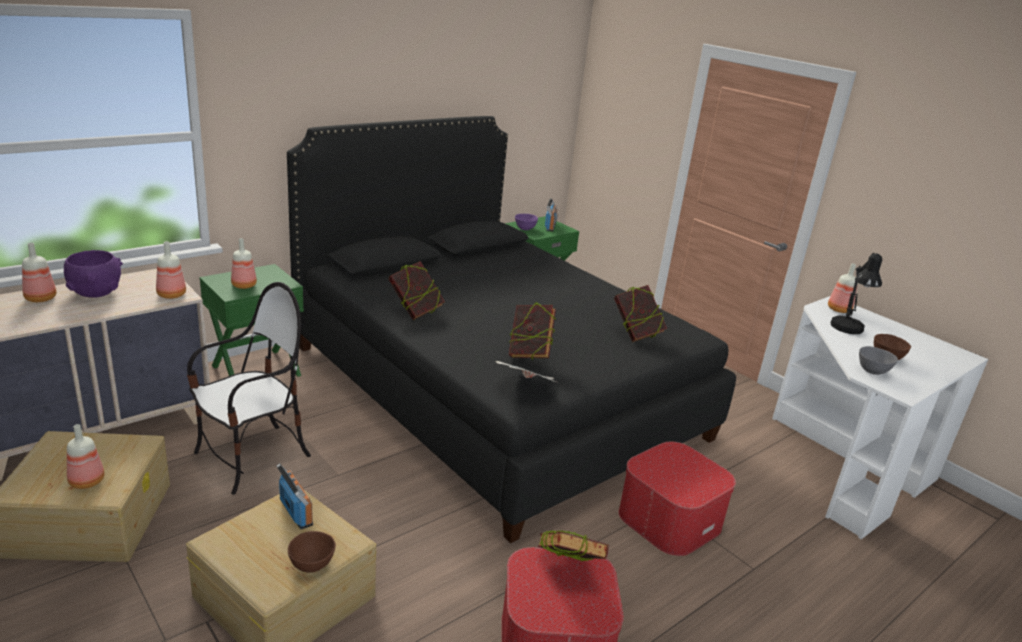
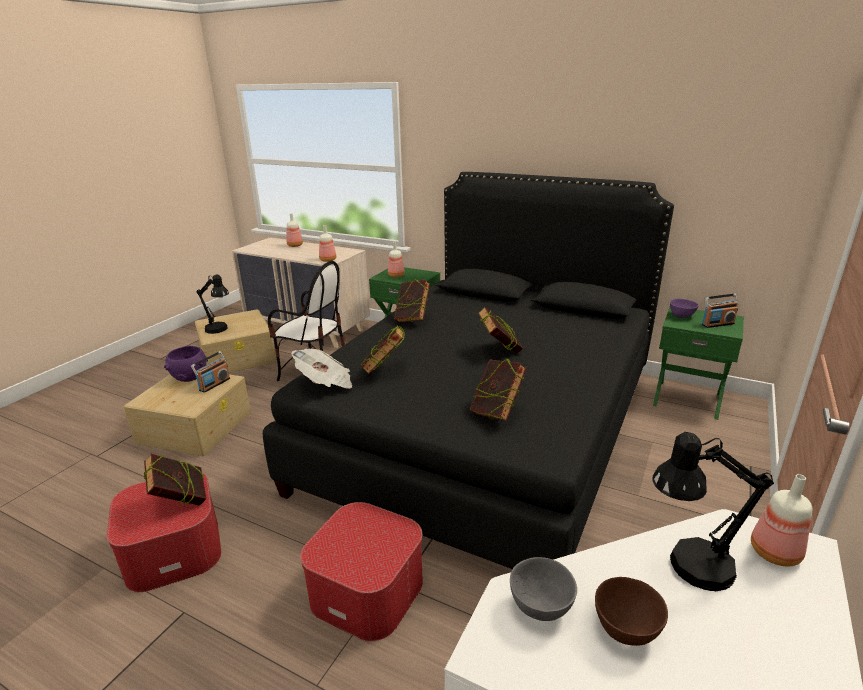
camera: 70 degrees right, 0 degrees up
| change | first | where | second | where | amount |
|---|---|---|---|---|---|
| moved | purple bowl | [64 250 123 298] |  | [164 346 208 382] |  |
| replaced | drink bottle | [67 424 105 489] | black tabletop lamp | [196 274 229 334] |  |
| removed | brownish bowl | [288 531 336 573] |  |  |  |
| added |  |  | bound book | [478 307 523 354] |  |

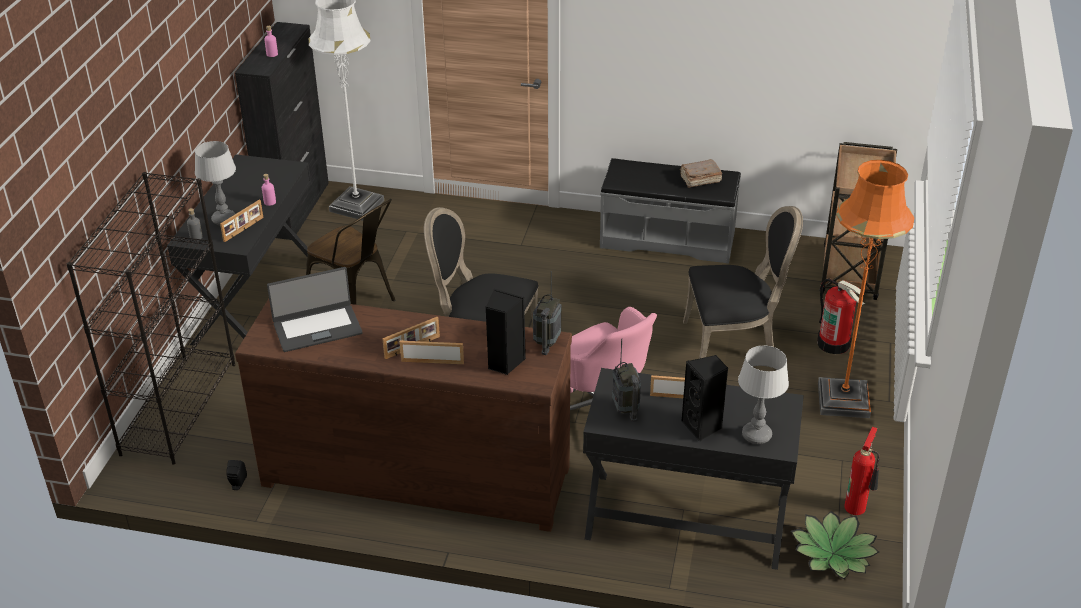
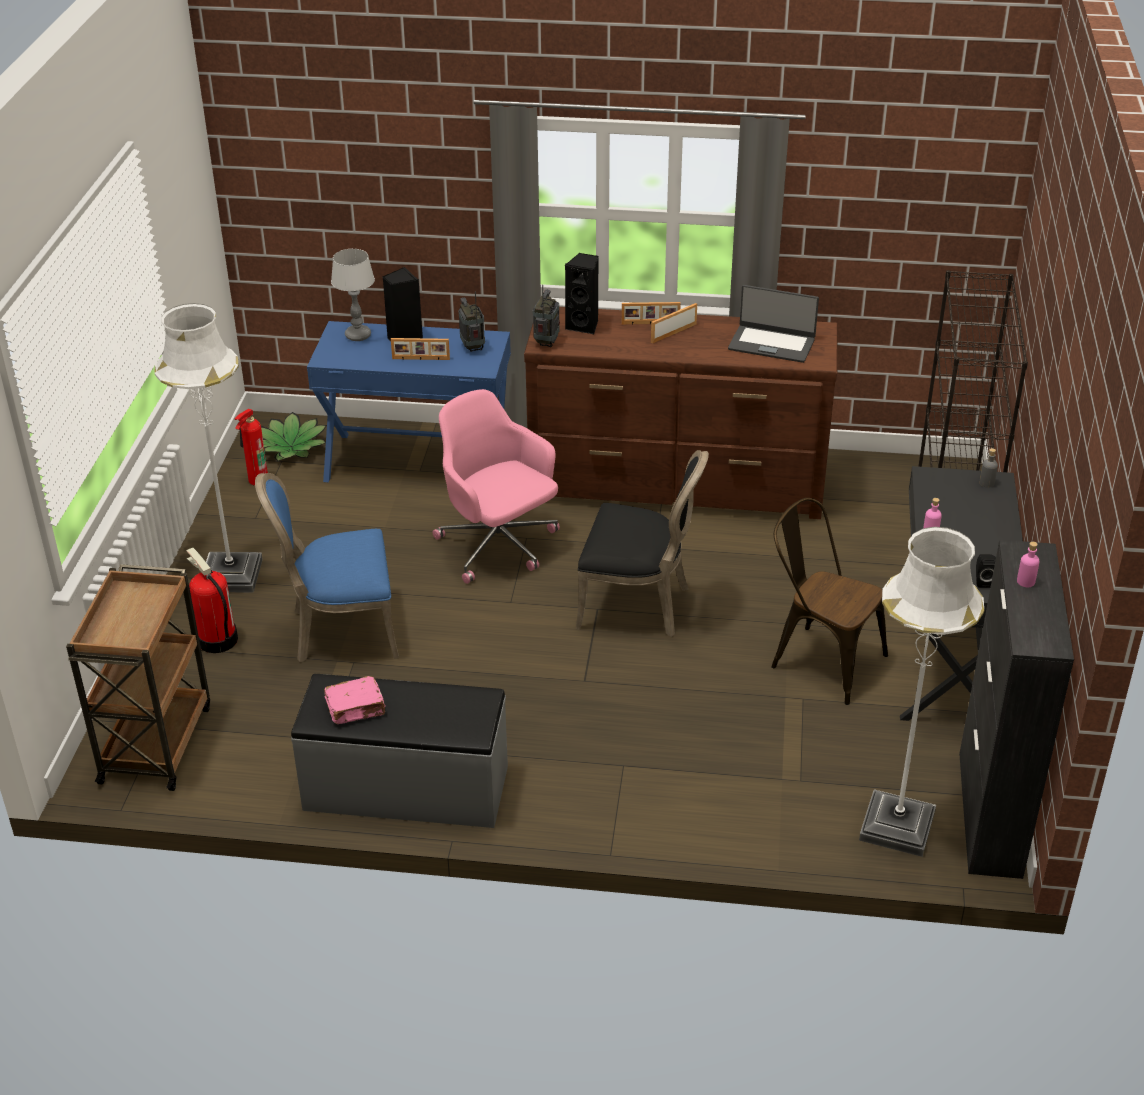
camera: 175 degrees right, 0 degrees up
| change | first | where | second | where | amount |
|---|---|---|---|---|---|
| removed | tabletop lamp | [195 141 236 225] |  |  |  |
| recoloured | brownish bound book | [680 159 722 188] | pinkish bound book | [324 676 386 724] |  |
| recoloured | orange floor lamp | [818 160 915 418] | whitish floor lamp | [155 303 263 593] |  |
| removed | photo frame | [220 200 263 242] |  |  |  |
| recoloured | black plain chair | [683 206 803 359] | blue plain chair | [255 473 399 663] |  |
| turned | notebook computer | [267 267 363 352] |  | [728 285 819 363] | 135 degrees counterclockwise |
| recoloured | black desk | [583 368 804 570] | blue desk | [307 321 511 482] |  |
| moved | black loudspeaker | [226 460 247 490] |  | [976 554 996 588] |  |

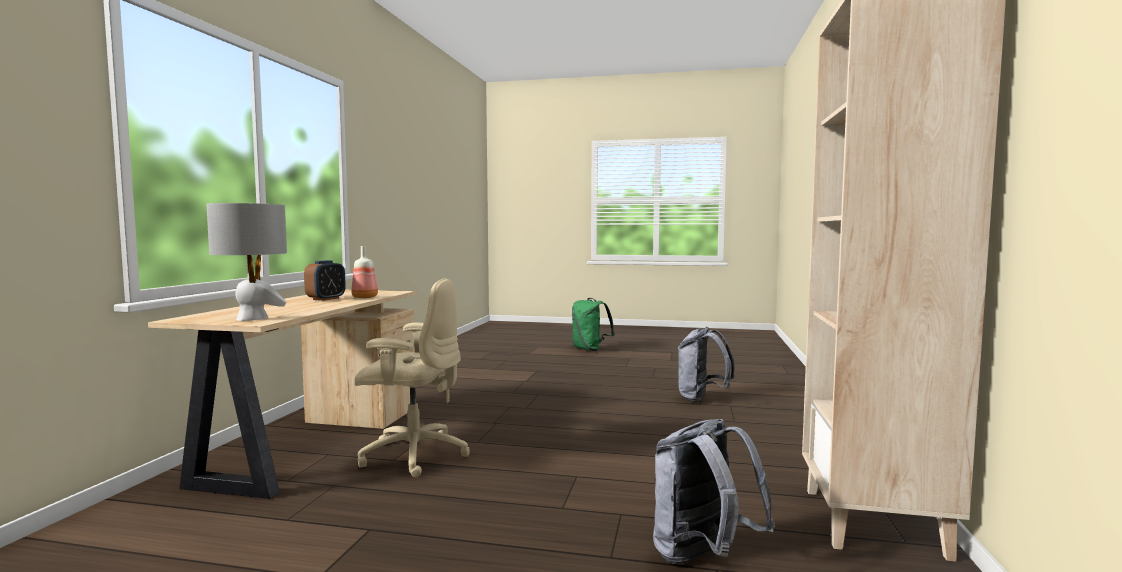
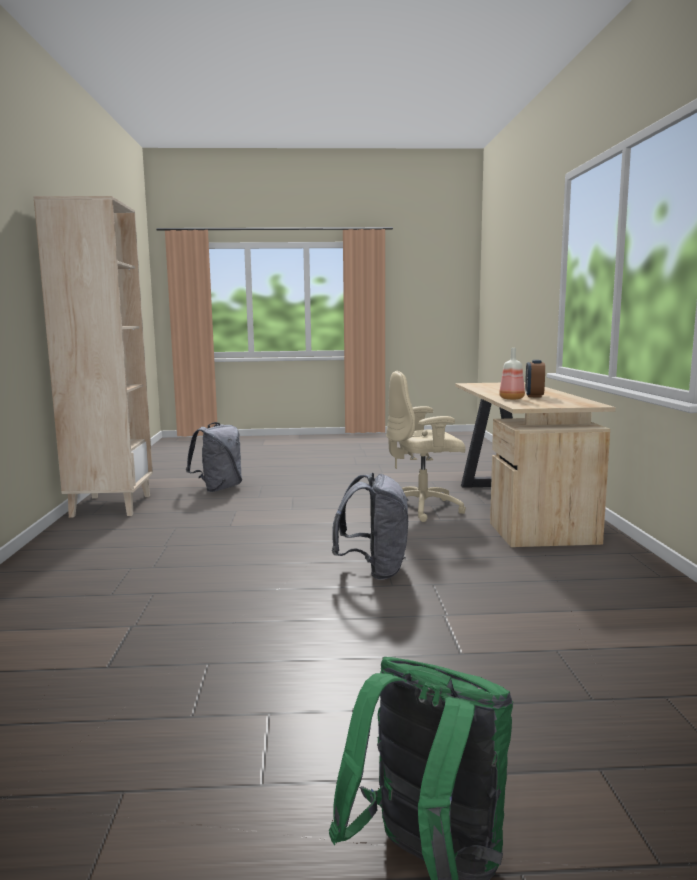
camera: 165 degrees right, 5 degrees up
| change | first | where | second | where | amount |
|---|---|---|---|---|---|
| removed | grey tabletop lamp | [206 203 287 321] |  |  |  |
| moved | grey rucksack | [678 327 734 402] |  | [332 473 408 580] |  |

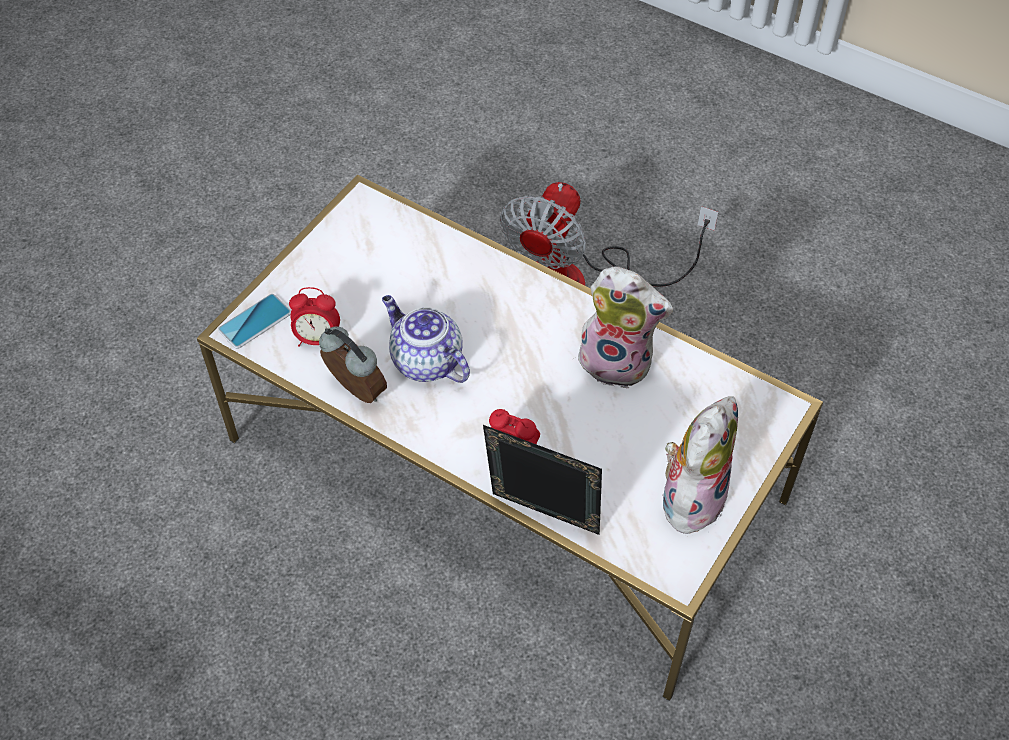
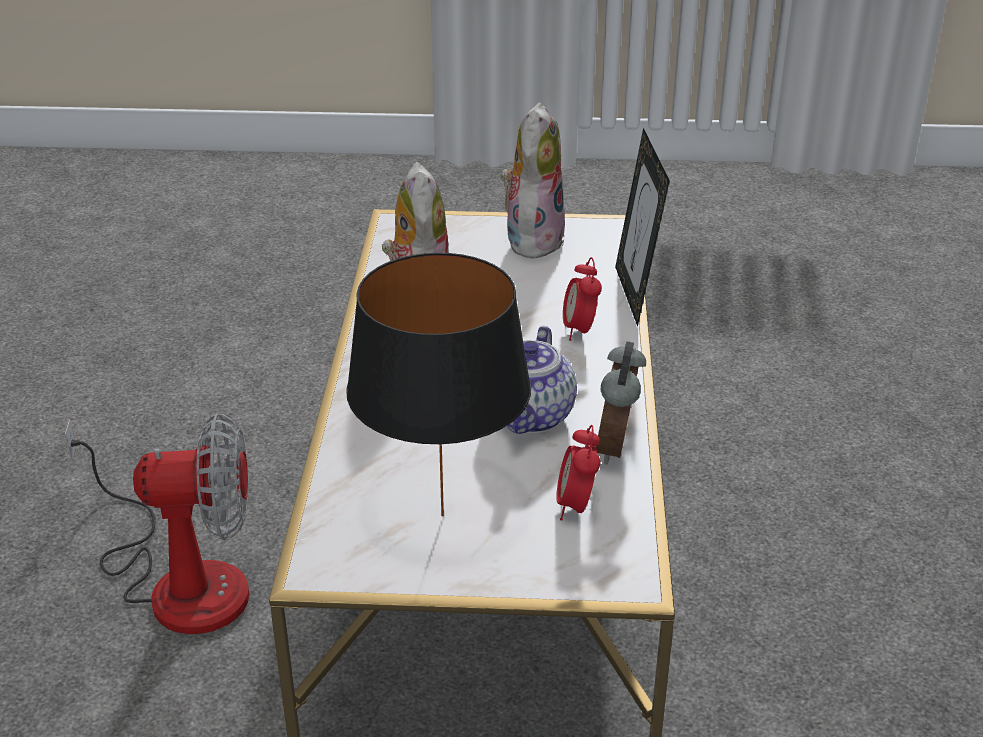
camera: 120 degrees left, 20 degrees down
| change | first | where | second | where | amount |
|---|---|---|---|---|---|
| turned | table clock | [289 287 340 347] |  | [556 425 600 521] | 150 degrees counterclockwise |
| removed | telephone | [218 294 291 349] |  |  |  |
| turned | soft toy | [663 396 738 541] |  | [500 102 565 259] | 105 degrees clockwise |
| added |  |  | black tabletop lamp | [346 253 531 516] |  |

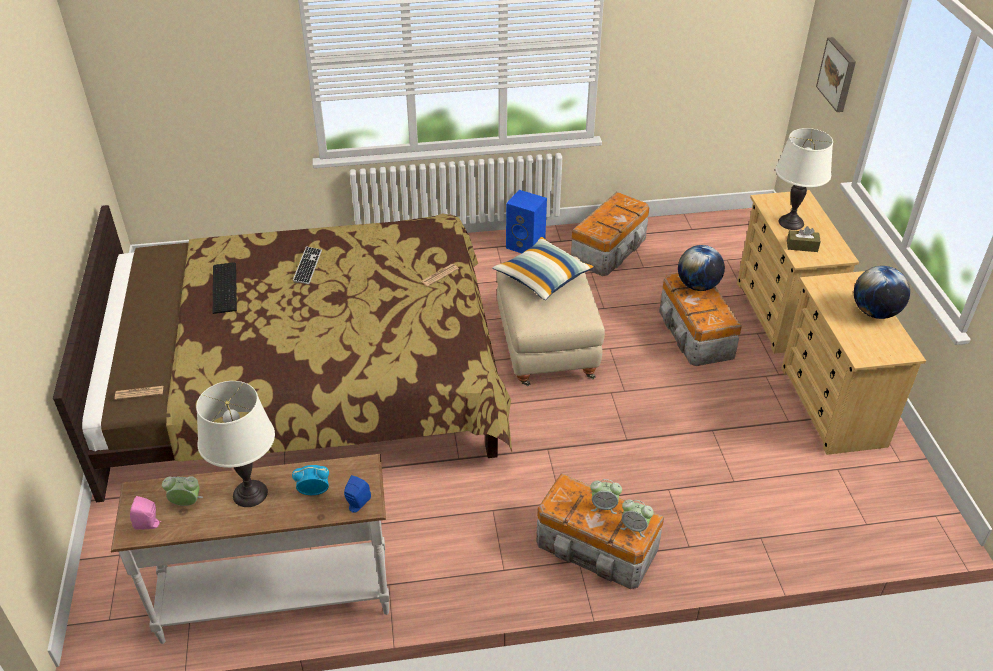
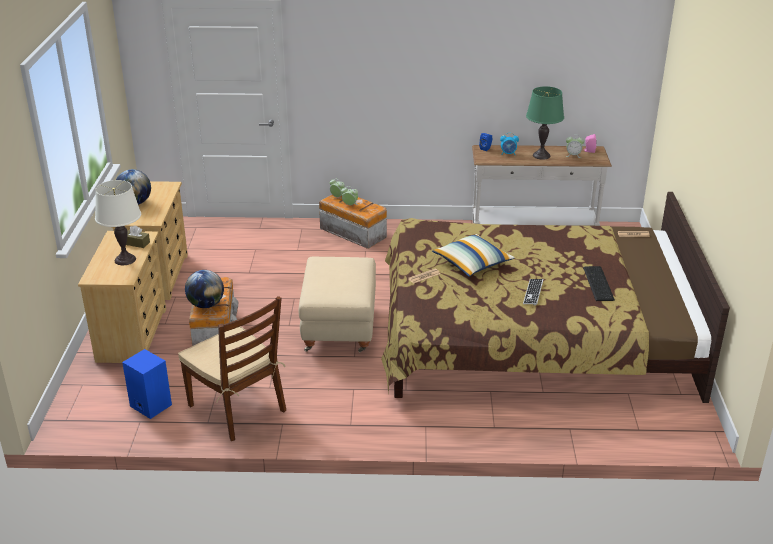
camera: 170 degrees left, 10 degrees down
| change | first | where | second | where | amount |
|---|---|---|---|---|---|
| removed | picture | [816 37 856 112] |  |  |  |
| moved | blue loudspeaker | [506 190 547 253] |  | [122 349 172 419] |  |
| replaced | storage bin | [571 192 649 276] | brownish plain chair | [178 296 286 441] |  |
| moved | pillow | [492 237 594 300] |  | [432 234 515 277] |  |
| recoloured | whitish tabletop lamp | [196 381 275 507] | green tabletop lamp | [526 86 564 160] |  |

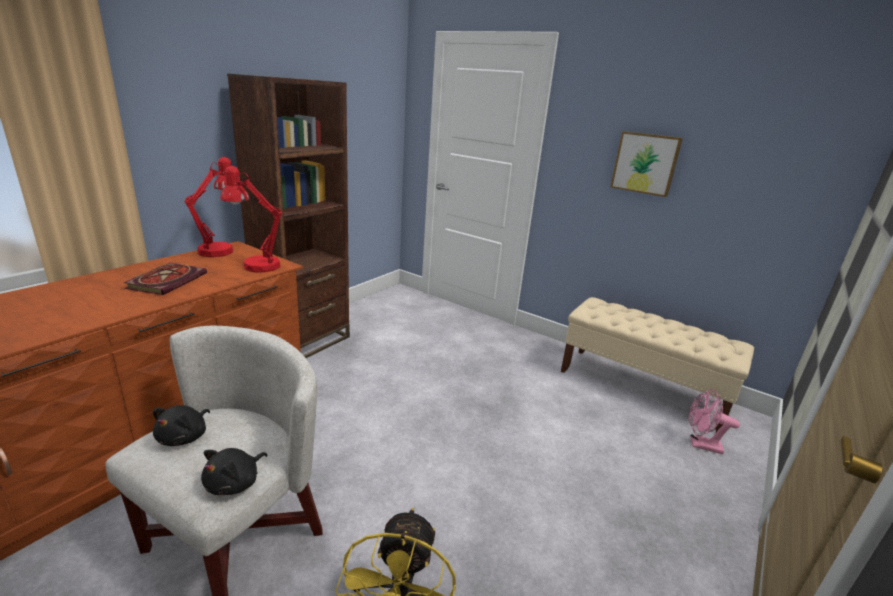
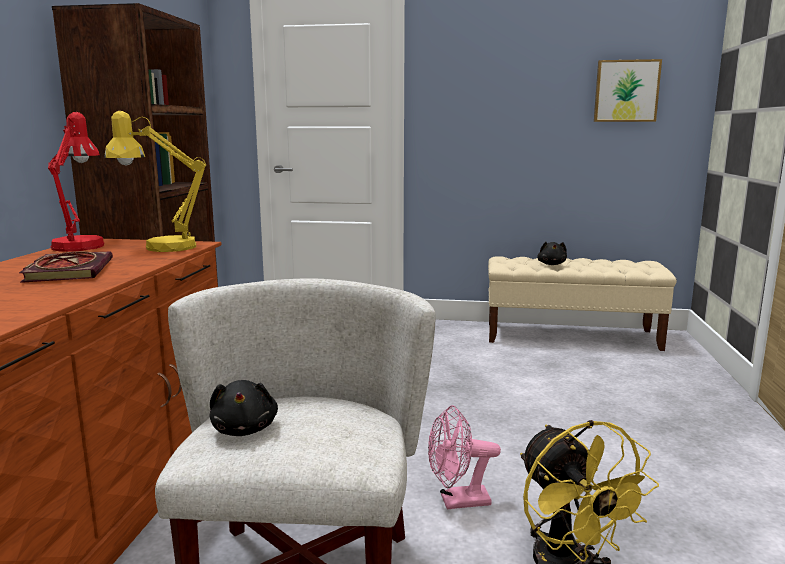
camera: 25 degrees left, 10 degrees down
| change | first | where | second | where | amount |
|---|---|---|---|---|---|
| moved | picture | [610 131 683 197] |  | [594 59 662 122] |  |
| recoloured | red tabletop lamp | [220 166 282 273] | yellow tabletop lamp | [104 111 206 252] |  |
| moved | pinkish cooling fan | [689 389 740 454] |  | [428 405 501 509] |  |
| moved | black soft toy | [201 448 268 495] |  | [537 241 567 265] |  |

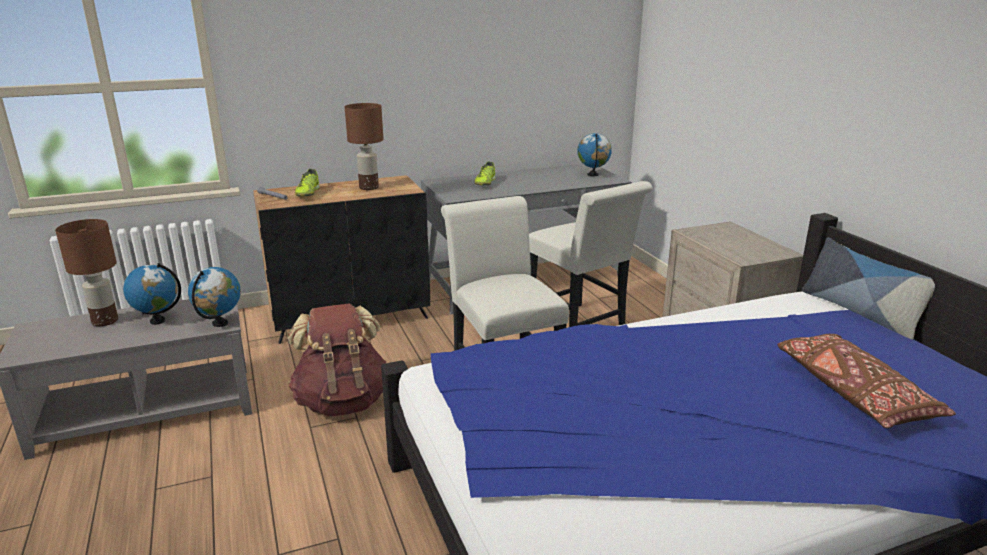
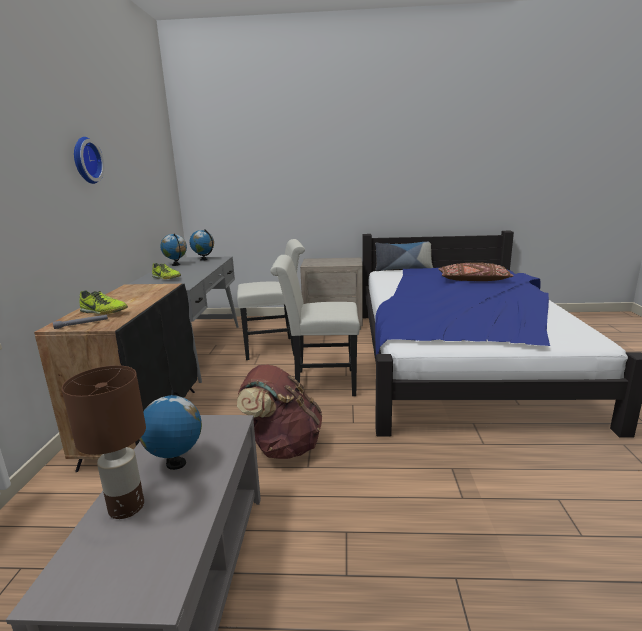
camera: 65 degrees left, 5 degrees down
| change | first | where | second | where | amount |
|---|---|---|---|---|---|
| removed | brownish tabletop lamp | [345 103 384 190] |  |  |  |
| moved | world globe | [188 267 241 327] |  | [160 233 187 266] |  |
| added |  |  | clock on the wall | [74 137 104 184] |  |

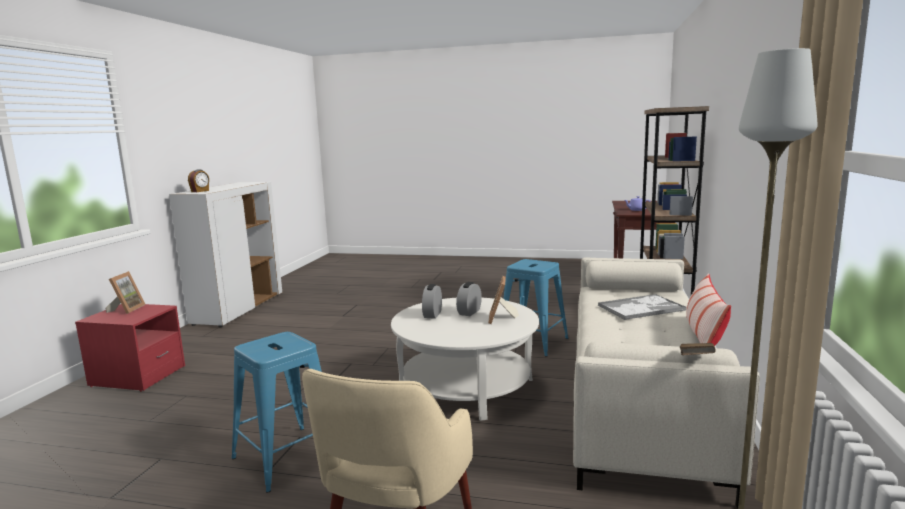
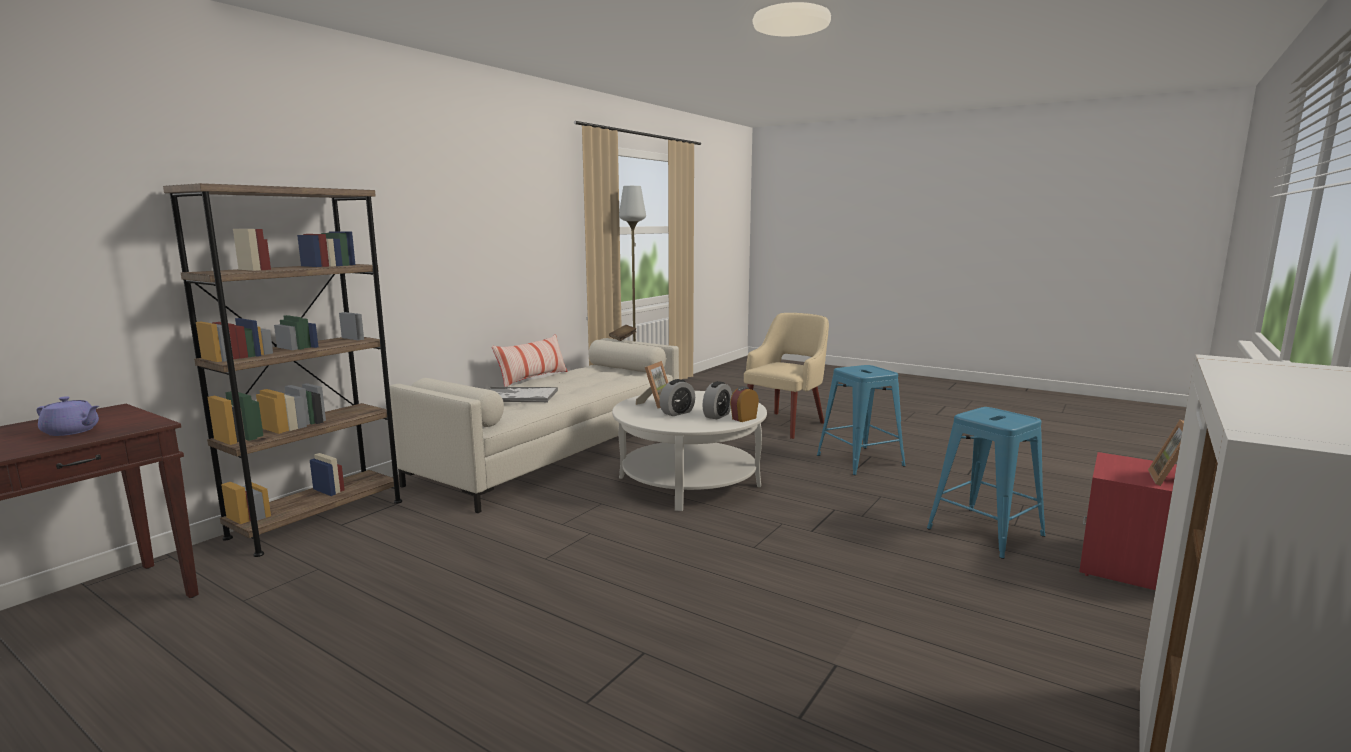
camera: 160 degrees left, 0 degrees up
| change | first | where | second | where | amount |
|---|---|---|---|---|---|
| moved | table clock | [188 170 209 192] |  | [730 386 759 422] |  |
| moved | blue sitting stool | [503 259 568 357] |  | [927 407 1046 559] |  |

